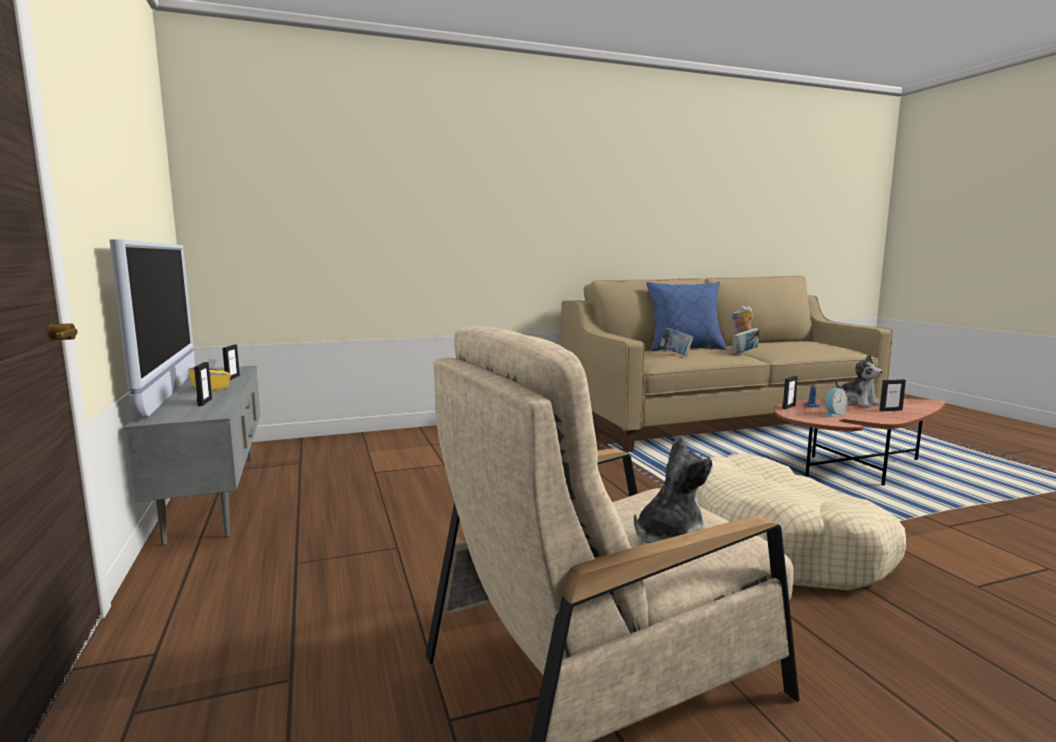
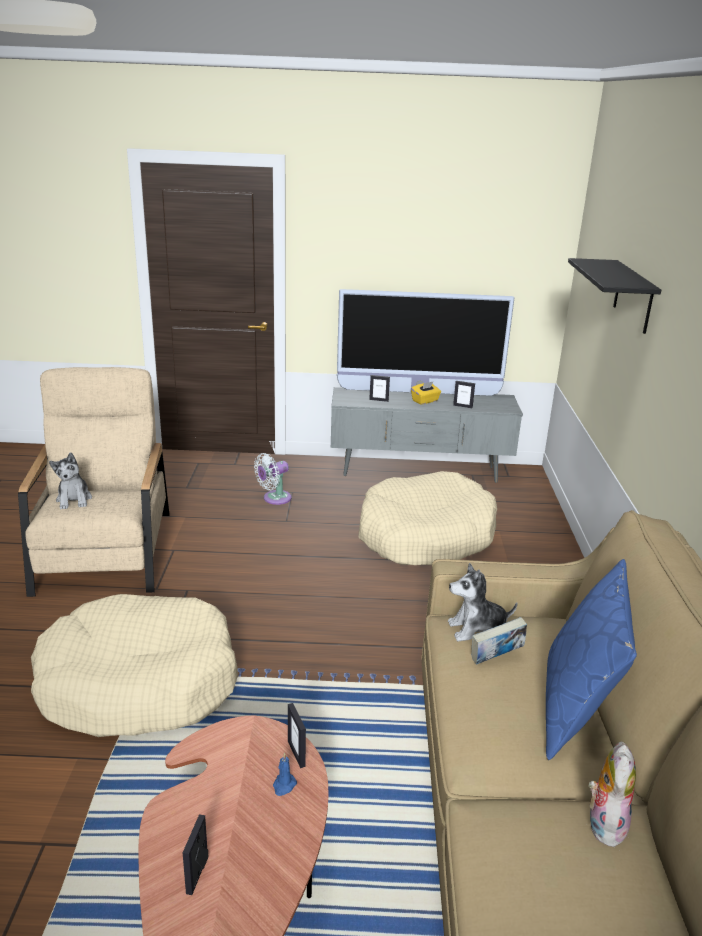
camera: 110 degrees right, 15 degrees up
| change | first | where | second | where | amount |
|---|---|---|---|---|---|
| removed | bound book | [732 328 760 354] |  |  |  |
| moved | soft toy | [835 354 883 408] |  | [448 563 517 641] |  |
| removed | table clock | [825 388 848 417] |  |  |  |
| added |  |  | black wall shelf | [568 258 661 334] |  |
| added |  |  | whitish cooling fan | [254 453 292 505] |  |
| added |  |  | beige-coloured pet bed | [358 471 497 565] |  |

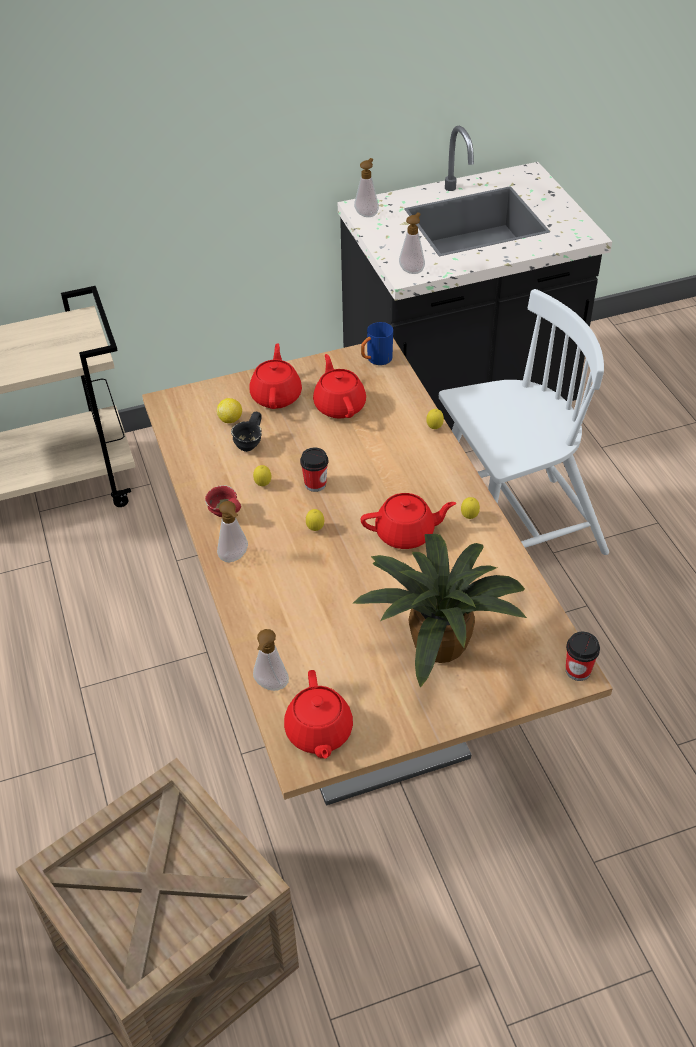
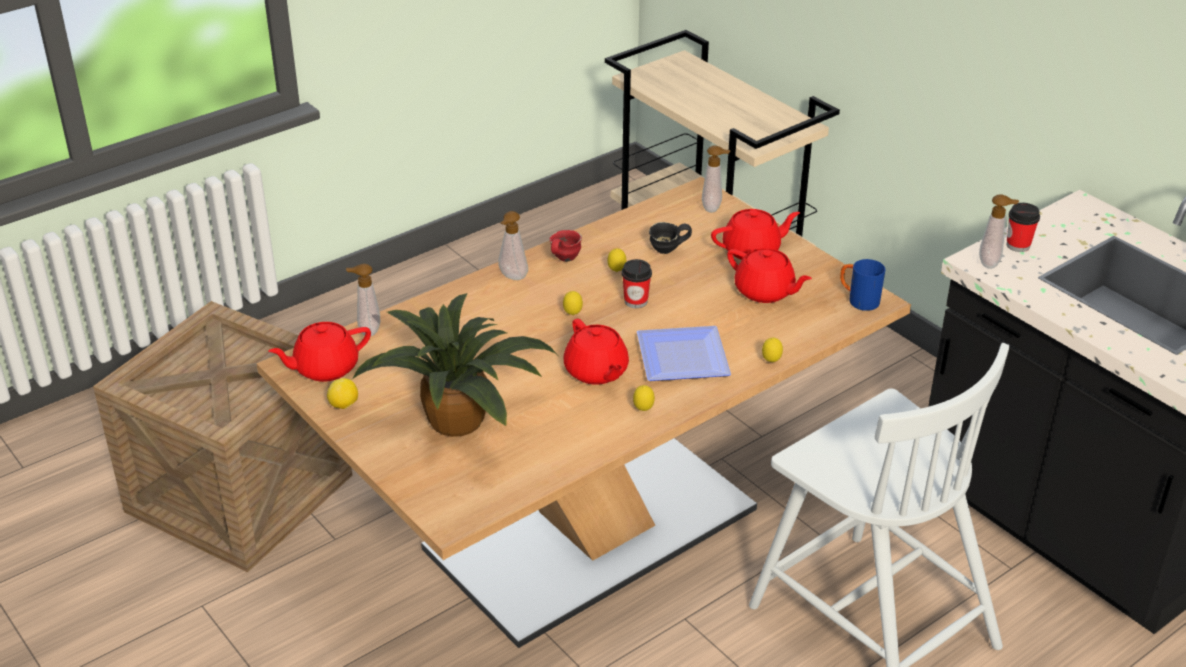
camera: 70 degrees right, 10 degrees down
| change | first | where | second | where | amount |
|---|---|---|---|---|---|
| moved | liquid soap bottle | [354 158 379 217] |  | [702 145 730 213] |  |
| turned | red tea pot | [313 354 366 419] |  | [727 248 812 303] | 75 degrees clockwise |
| moved | lemon | [217 398 242 423] |  | [327 378 358 409] |  |
| moved | small cup | [566 632 600 681] |  | [1007 203 1040 252] |  |
| added |  |  | dinner plate | [637 326 731 381] |  |

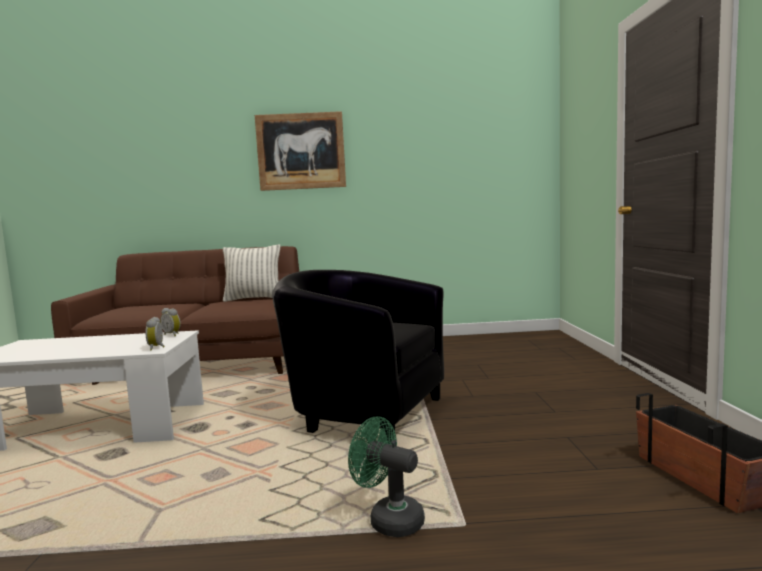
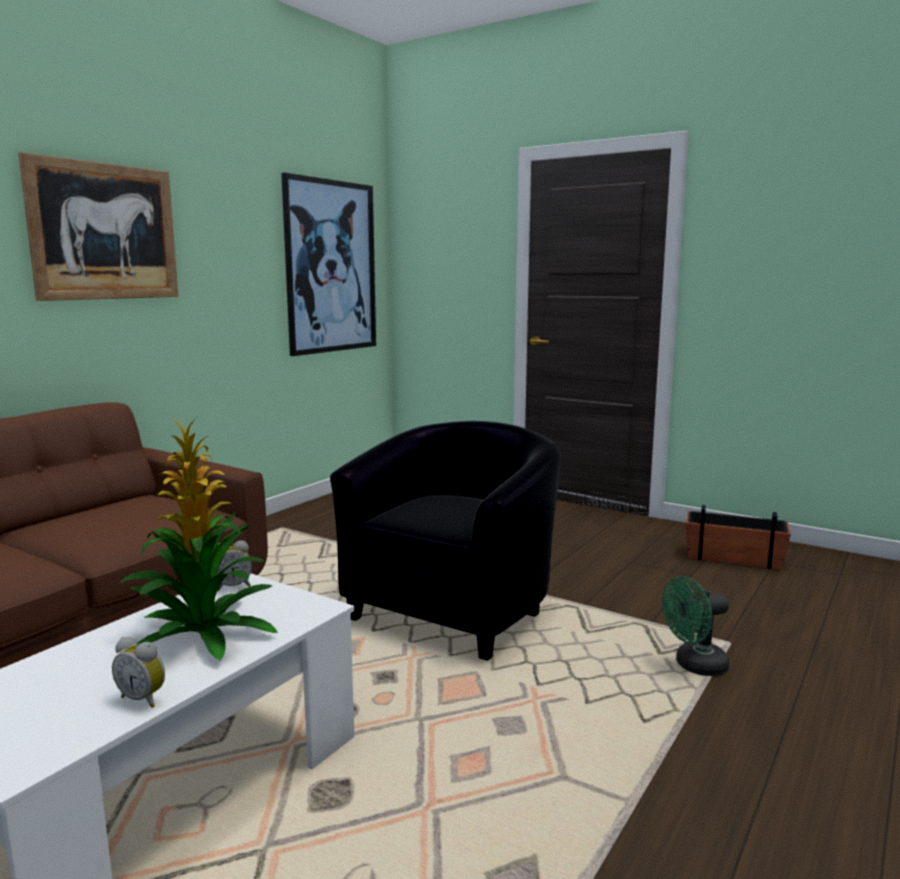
camera: 55 degrees left, 5 degrees up
| change | first | where | second | where | amount |
|---|---|---|---|---|---|
| removed | pillow | [223 244 280 302] |  |  |  |
| turned | black lounge chair | [272 270 444 444] |  | [330 421 561 661] | 150 degrees clockwise |
| moved | table clock | [145 317 165 351] |  | [112 637 165 708] |  |
| added |  |  | picture | [281 173 376 356] |  |
| added |  |  | plant in a pot | [119 417 278 660] |  |

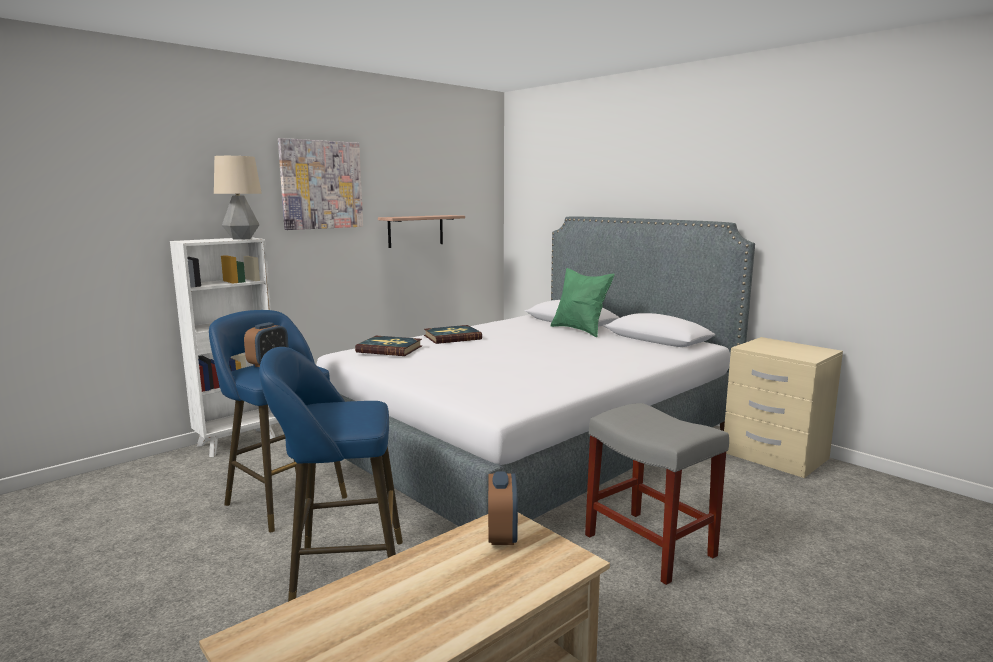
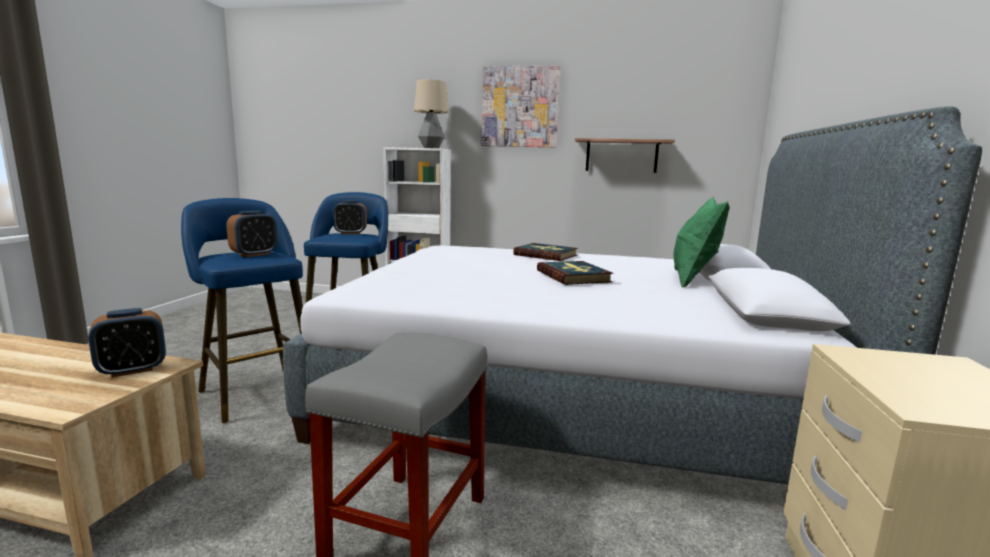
camera: 55 degrees right, 0 degrees up
| change | first | where | second | where | amount |
|---|---|---|---|---|---|
| moved | bound book | [355 336 422 356] |  | [537 261 613 285] |  |
| added |  |  | table clock | [226 211 278 257] |  |

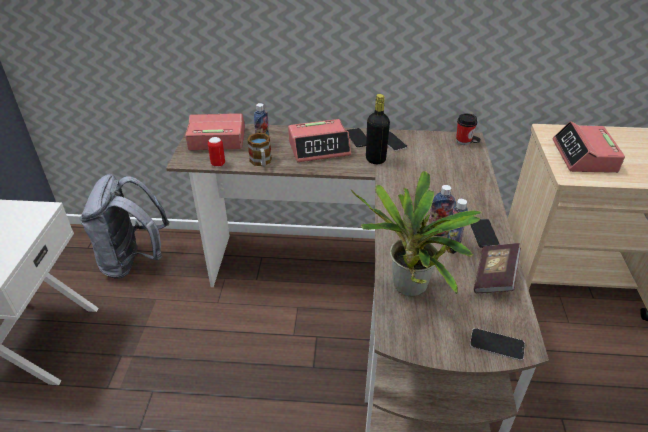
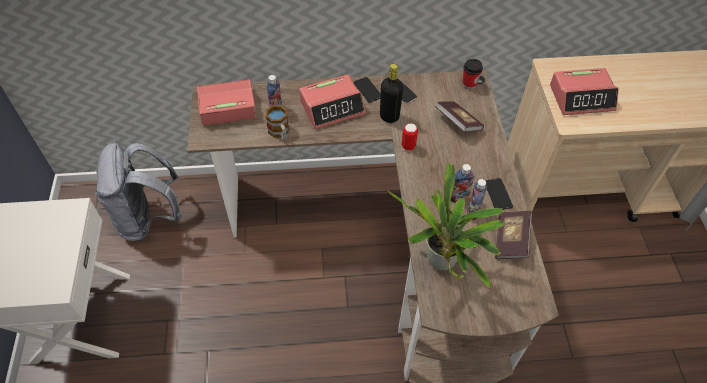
camera: 10 degrees left, 15 degrees up
| change | first | where | second | where | amount |
|---|---|---|---|---|---|
| turned | table clock | [553 121 625 173] |  | [550 68 619 115] | 90 degrees counterclockwise |
| moved | can | [208 137 225 167] |  | [402 123 418 151] |  |
| removed | telephone | [470 328 525 361] |  |  |  |
| added |  |  | bound book | [435 101 484 132] |  |

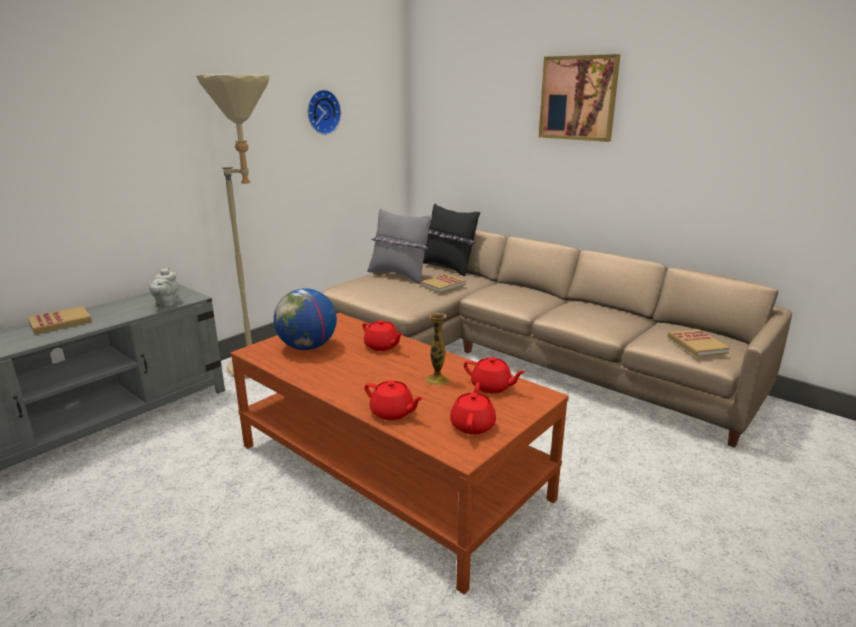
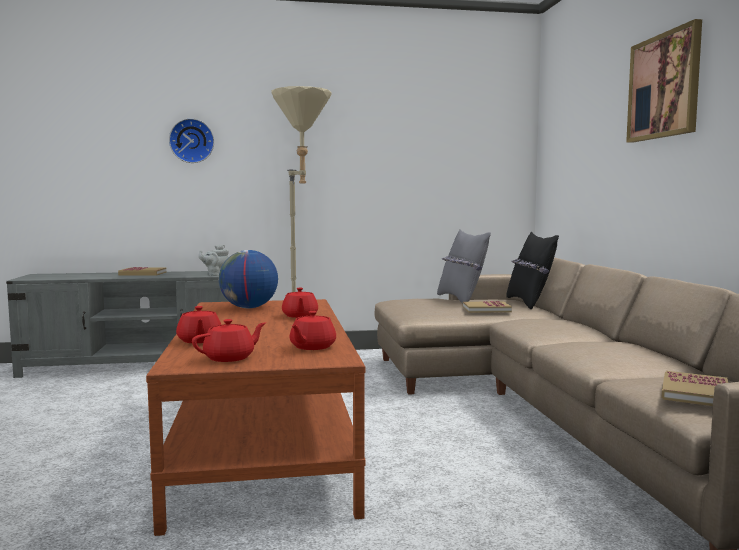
camera: 40 degrees right, 15 degrees down
| change | first | where | second | where | amount |
|---|---|---|---|---|---|
| moved | clock on the wall | [307 89 341 135] |  | [169 118 214 163] |  |
| removed | decorative vase | [425 313 449 385] |  |  |  |
| turned | red tea pot | [464 357 525 393] |  | [290 311 336 350] | 45 degrees clockwise |

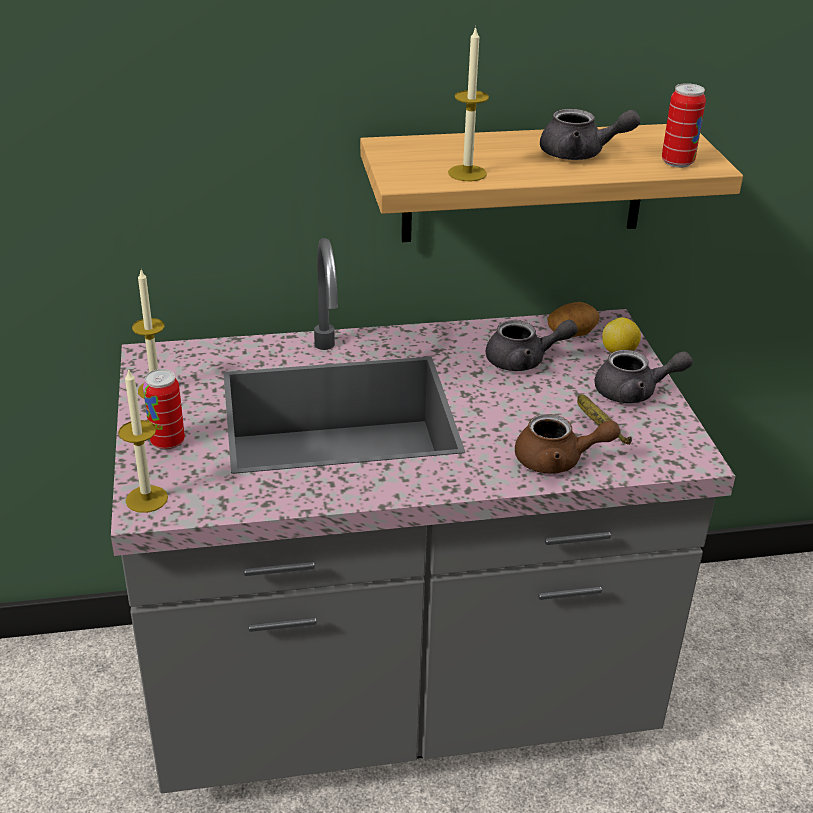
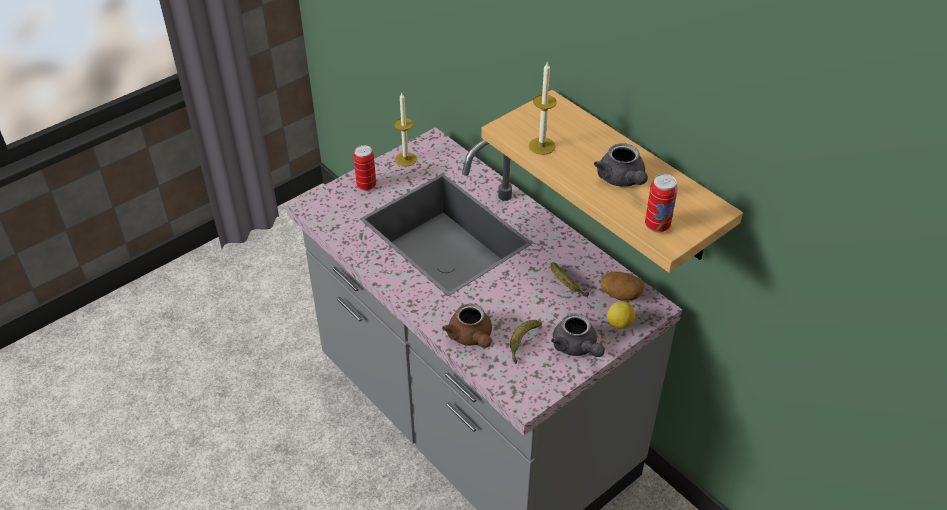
camera: 60 degrees right, 10 degrees up
| change | first | where | second | where | amount |
|---|---|---|---|---|---|
| replaced | grey tea pot | [486 320 578 371] | banana fruit | [550 262 589 297] |  |
| removed | wax light | [118 368 168 513] |  |  |  |

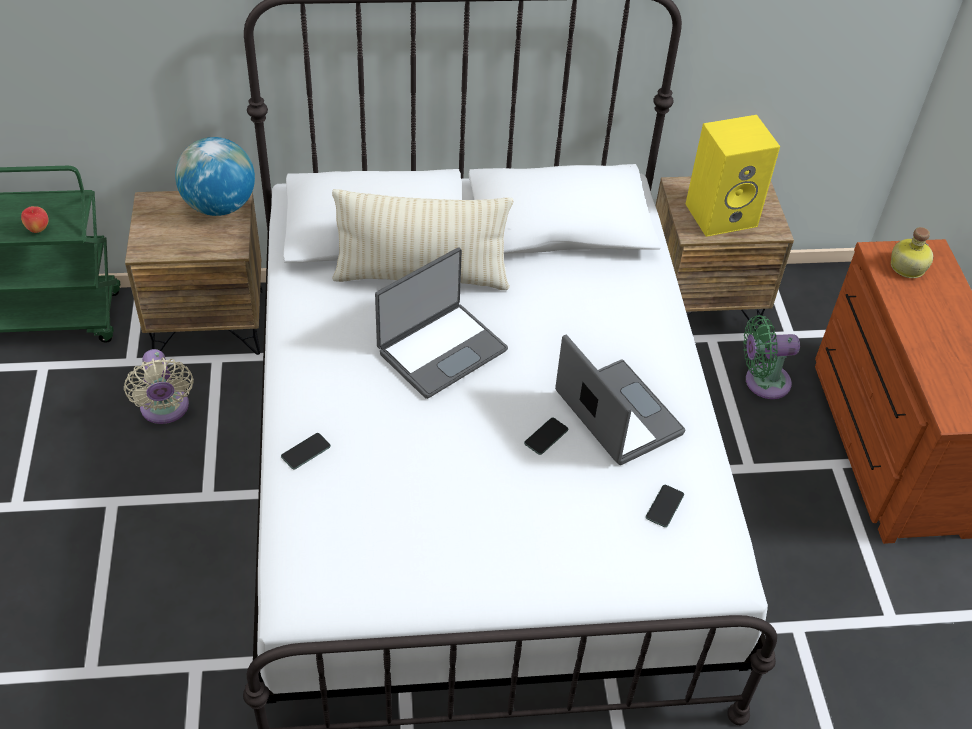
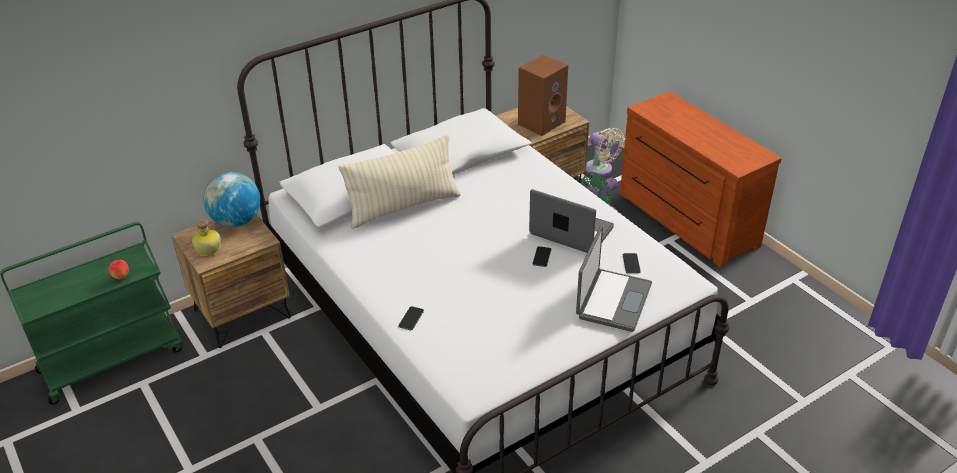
camera: 25 degrees left, 10 degrees down
| change | first | where | second | where | amount |
|---|---|---|---|---|---|
| recoloured | yellow loudspeaker | [686 115 780 237] | brownish loudspeaker | [518 55 568 136] |  |
| moved | drink bottle | [891 227 933 278] |  | [192 220 221 256] |  |
| moved | notebook computer | [375 248 508 399] |  | [576 226 652 332] |  |
| moved | beige-coloured cooling fan | [124 349 194 424] |  | [586 128 624 176] |  |

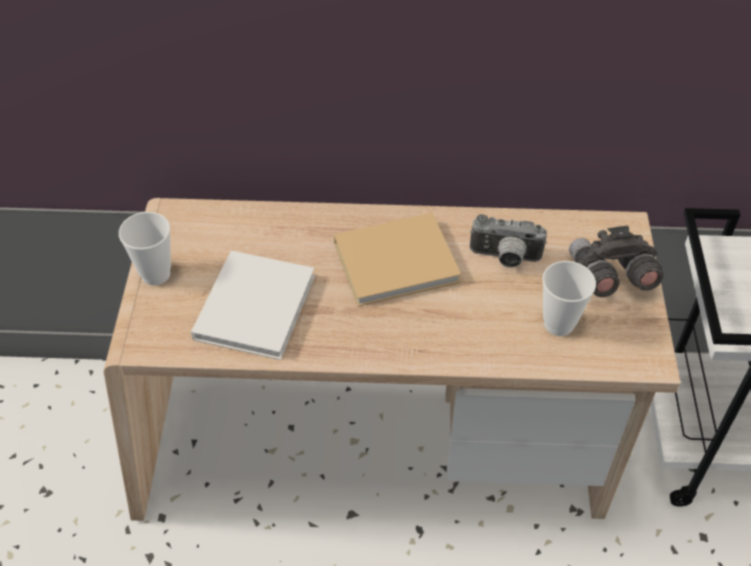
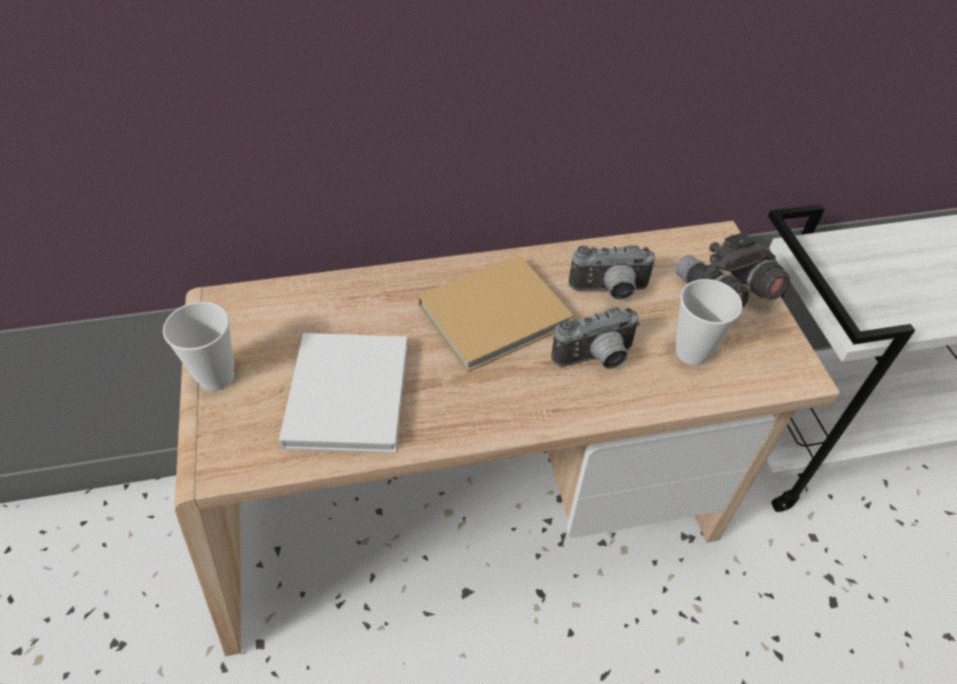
camera: 15 degrees left, 0 degrees up
| change | first | where | second | where | amount |
|---|---|---|---|---|---|
| added |  |  | photo camera | [551 307 640 369] |  |

